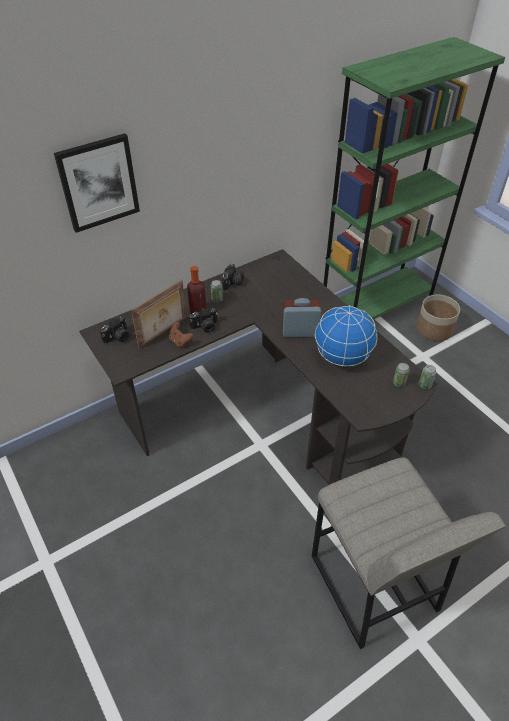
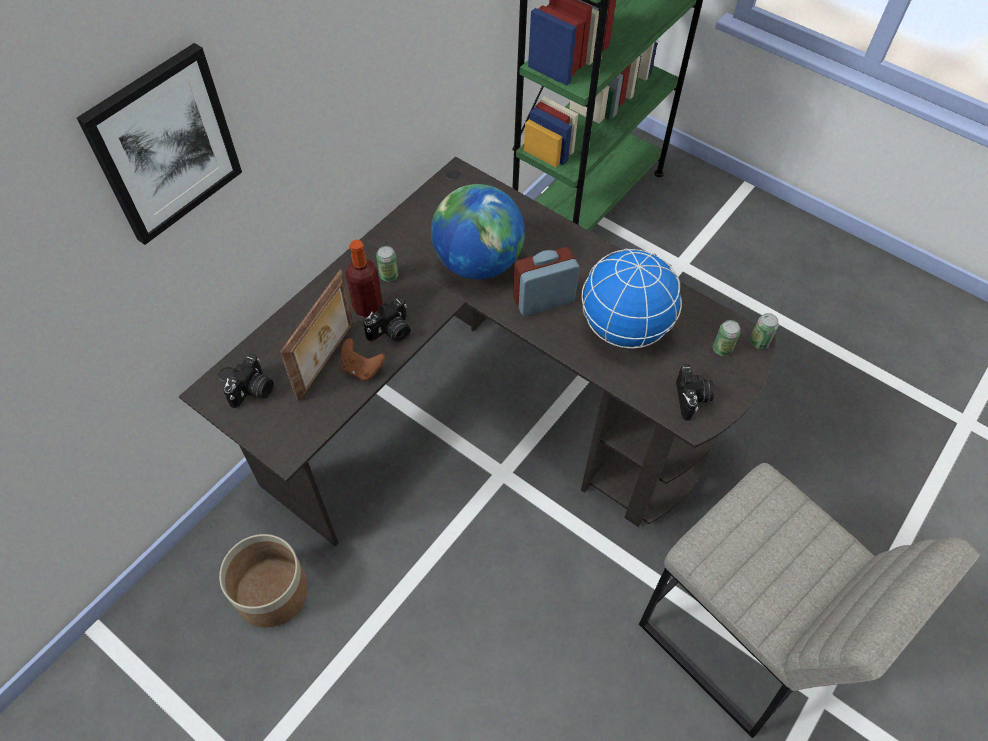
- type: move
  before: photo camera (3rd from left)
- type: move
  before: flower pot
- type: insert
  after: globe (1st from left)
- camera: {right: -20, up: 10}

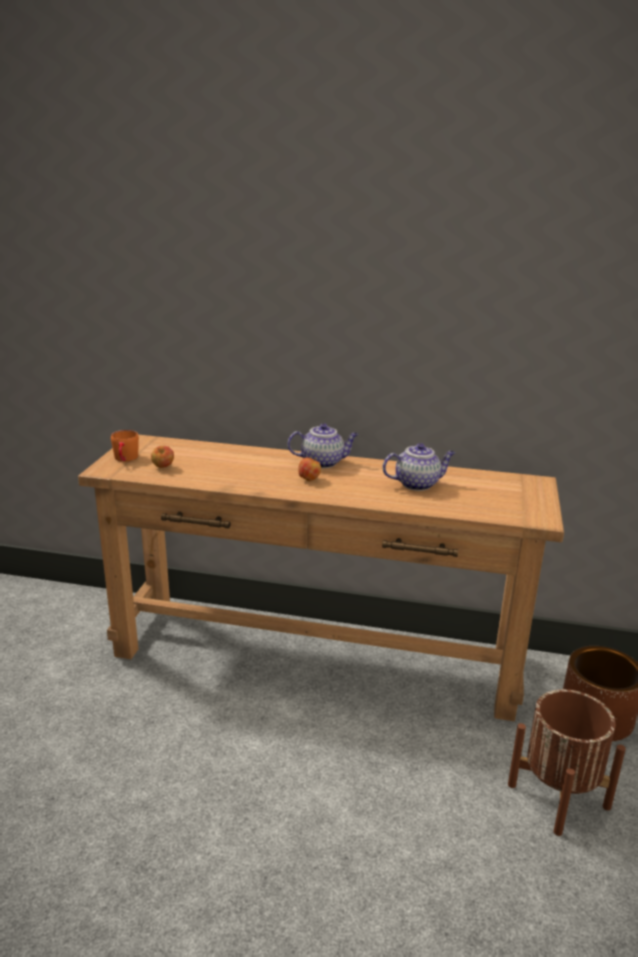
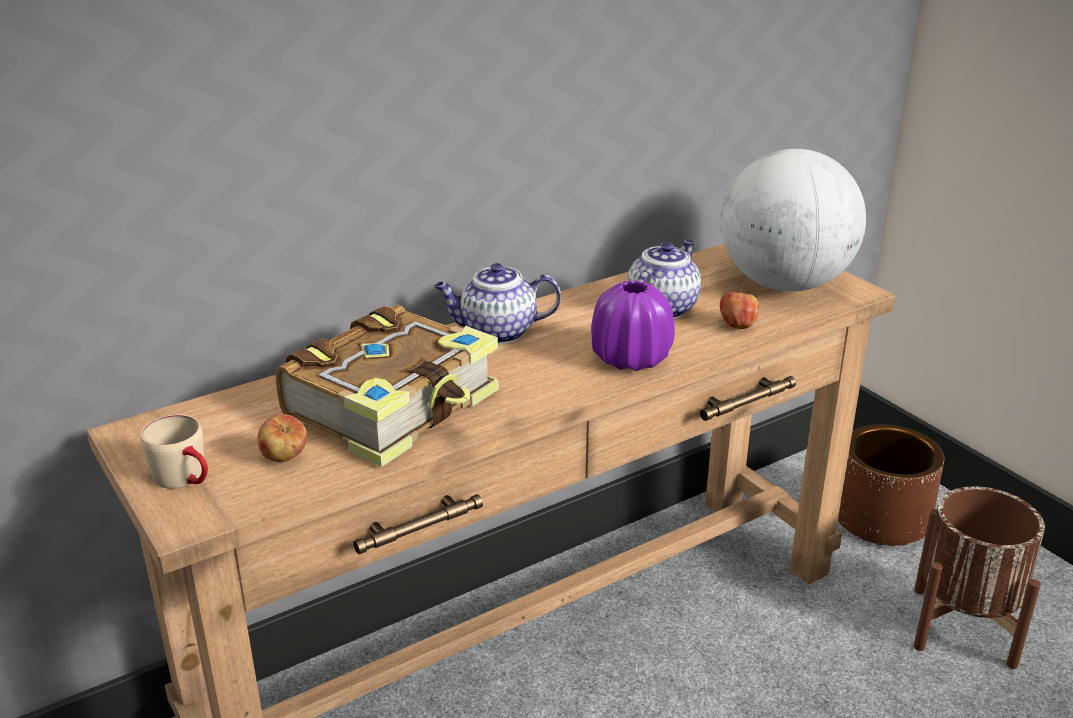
- type: rotate
  before: tea pot (1st from left)
  turn: -135
- type: recolor
  before: orangey coffee mug
  after: beige coffee mug
- type: move
  before: apple (2nd from left)
- type: insert
  after: globe
- type: insert
  after: purple vase
- type: insert
  after: bound book
- camera: {right: -45, up: 5}

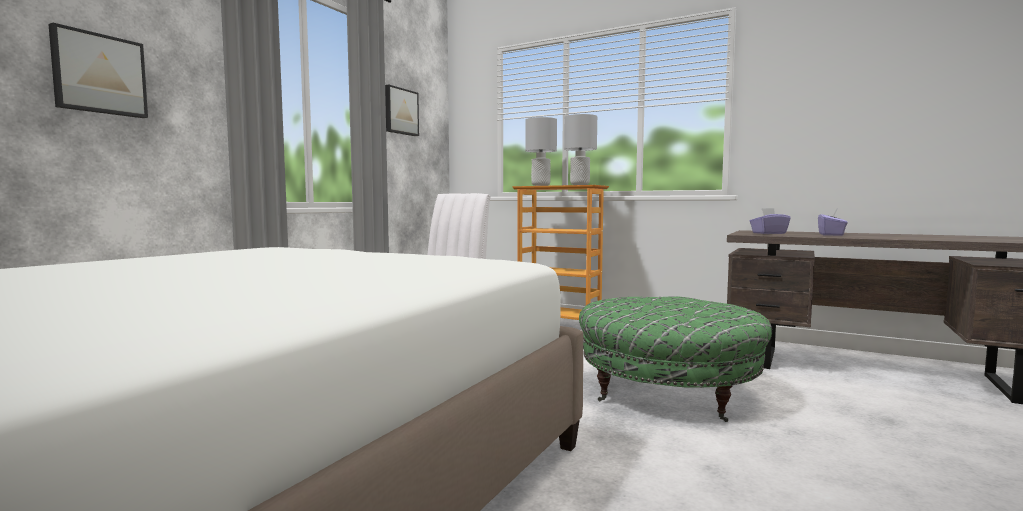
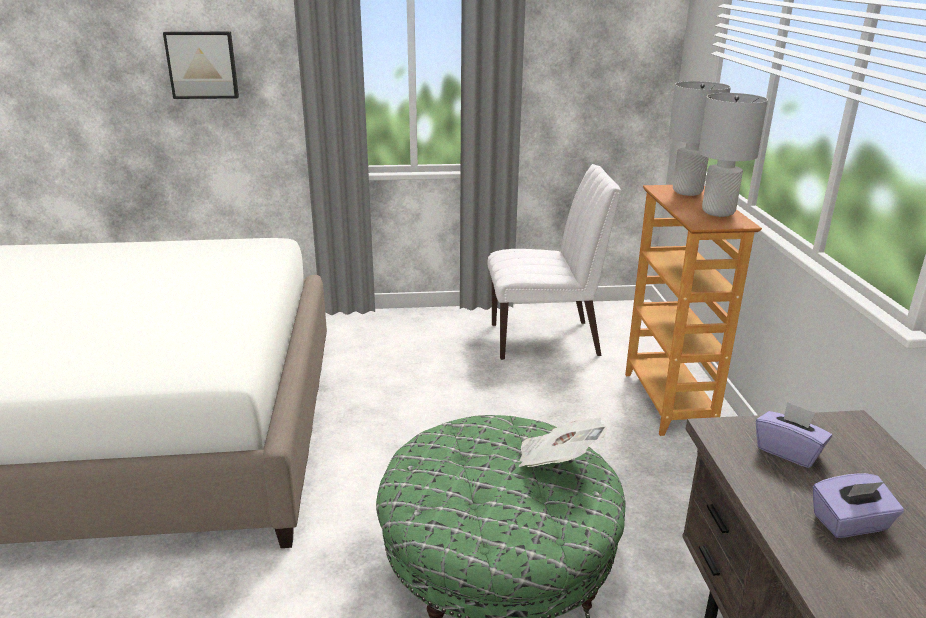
- type: delete
  before: wall picture (2nd from left)
- type: insert
  after: printed paper
- camera: {right: 55, up: 20}

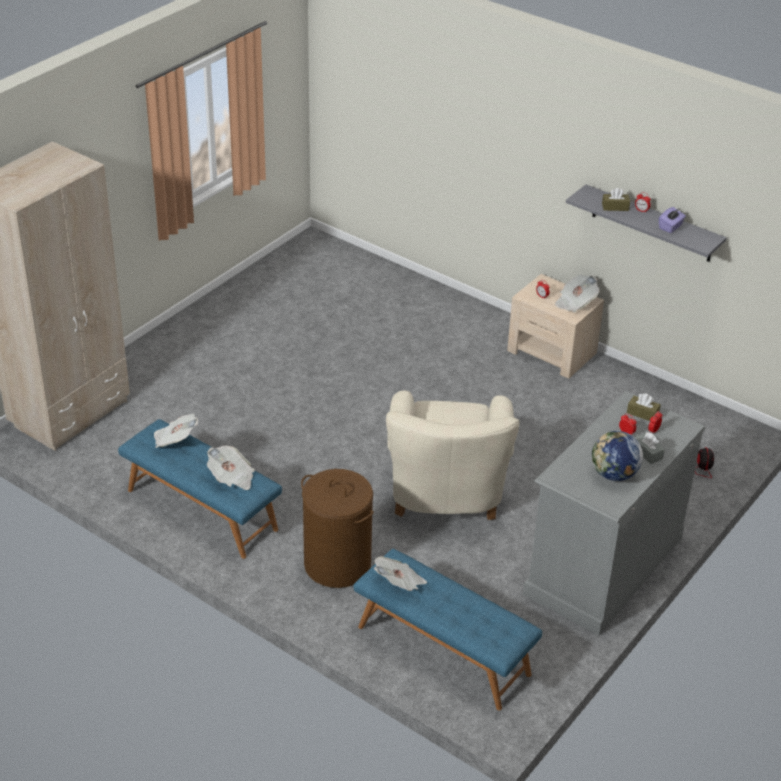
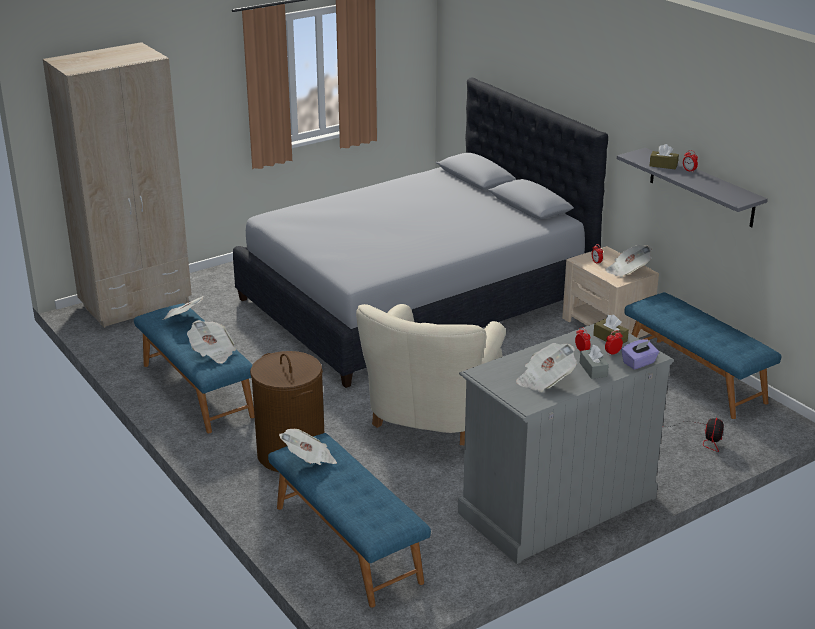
- type: move
  before: purple tissue holder
- type: replace
  before: globe
  after: printed paper (4th from left)
- type: insert
  after: greyish bed
- type: insert
  after: bluish indoor bench (3rd from left)
- camera: {right: 20, up: -10}

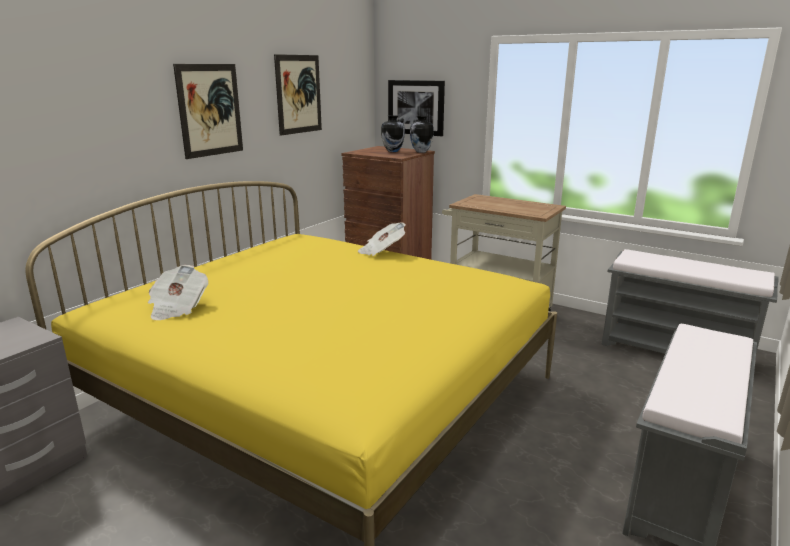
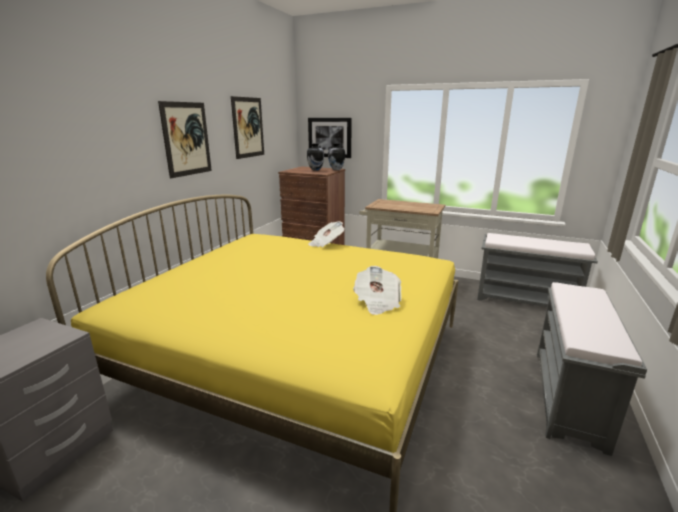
- type: move
  before: printed paper (1st from left in the first image)
  after: printed paper (2nd from left)
- camera: {right: -10, up: 0}

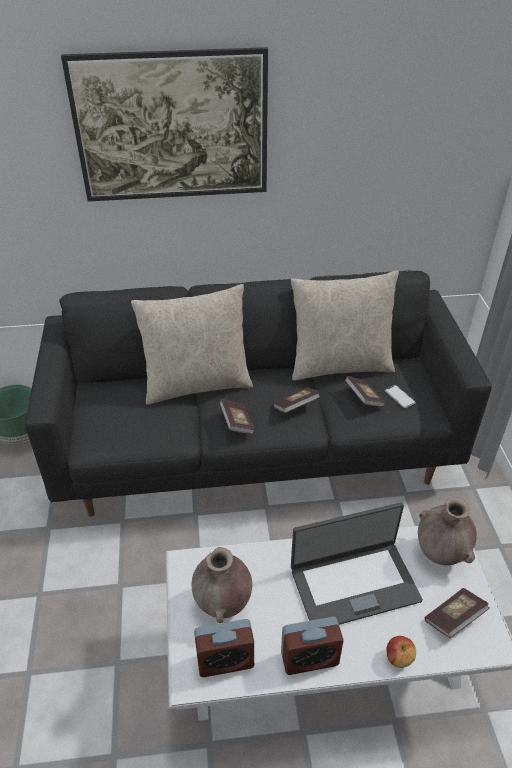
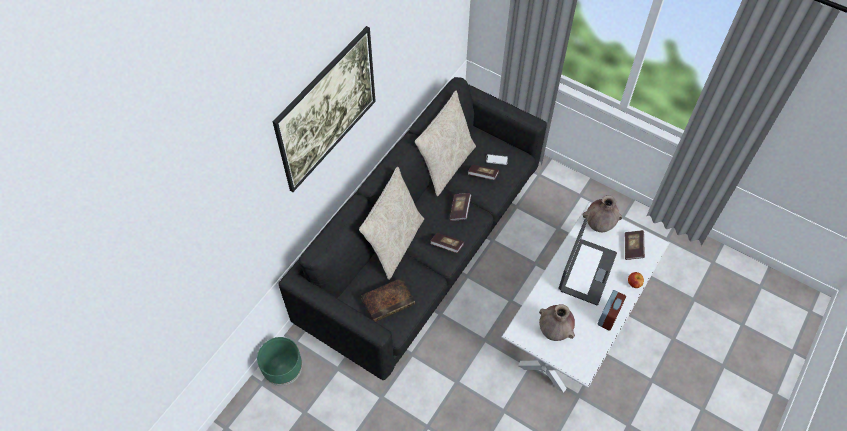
- type: delete
  before: table clock (1st from left)
- type: insert
  after: bound book (1st from left)
- camera: {right: -50, up: 15}

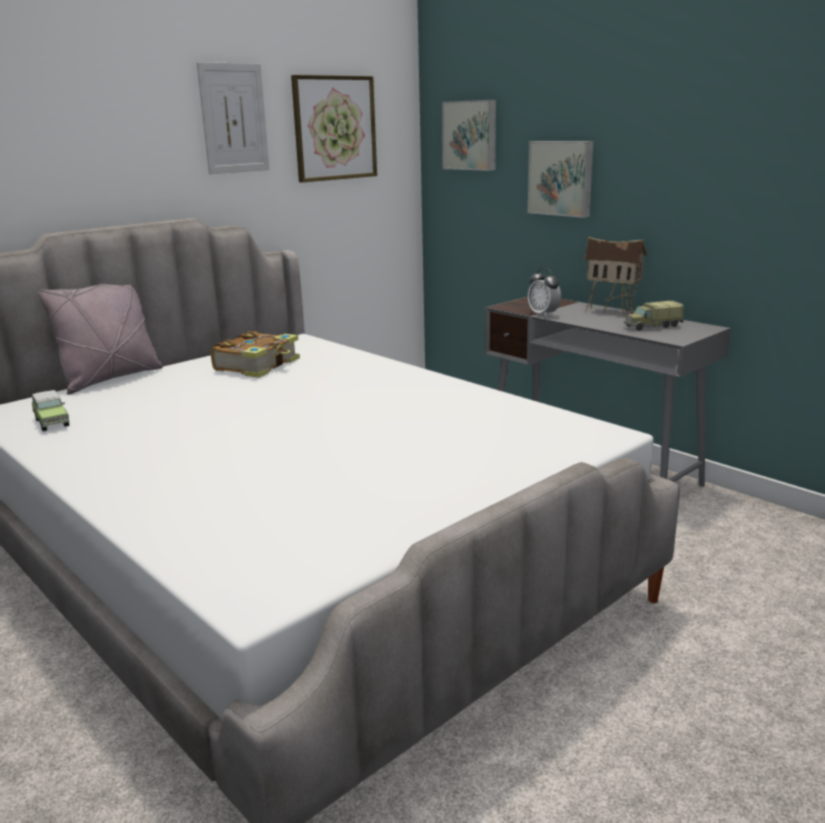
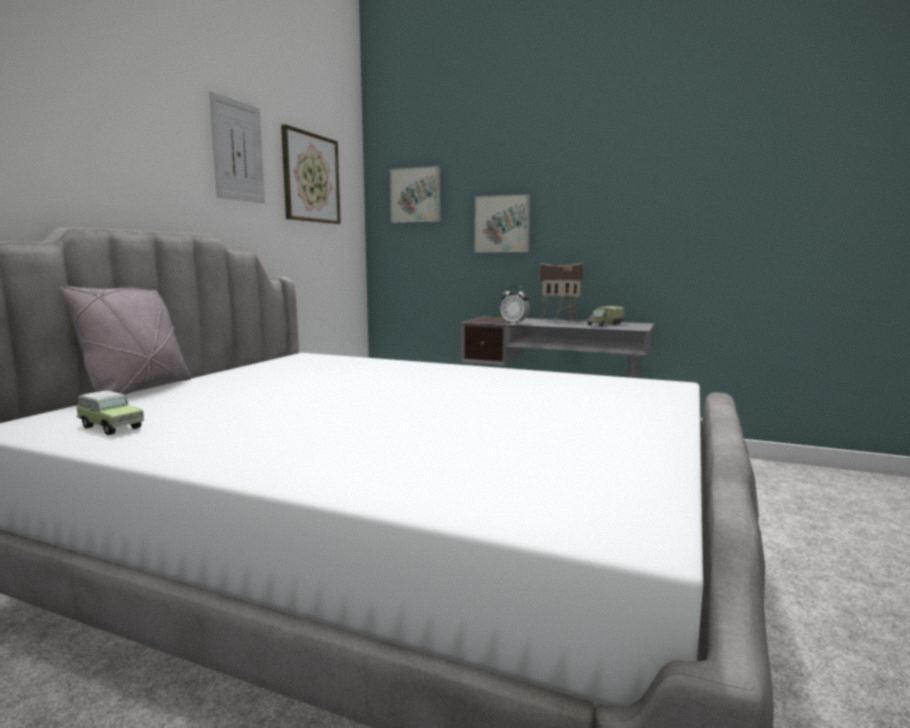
- type: delete
  before: bound book
- camera: {right: -25, up: -10}

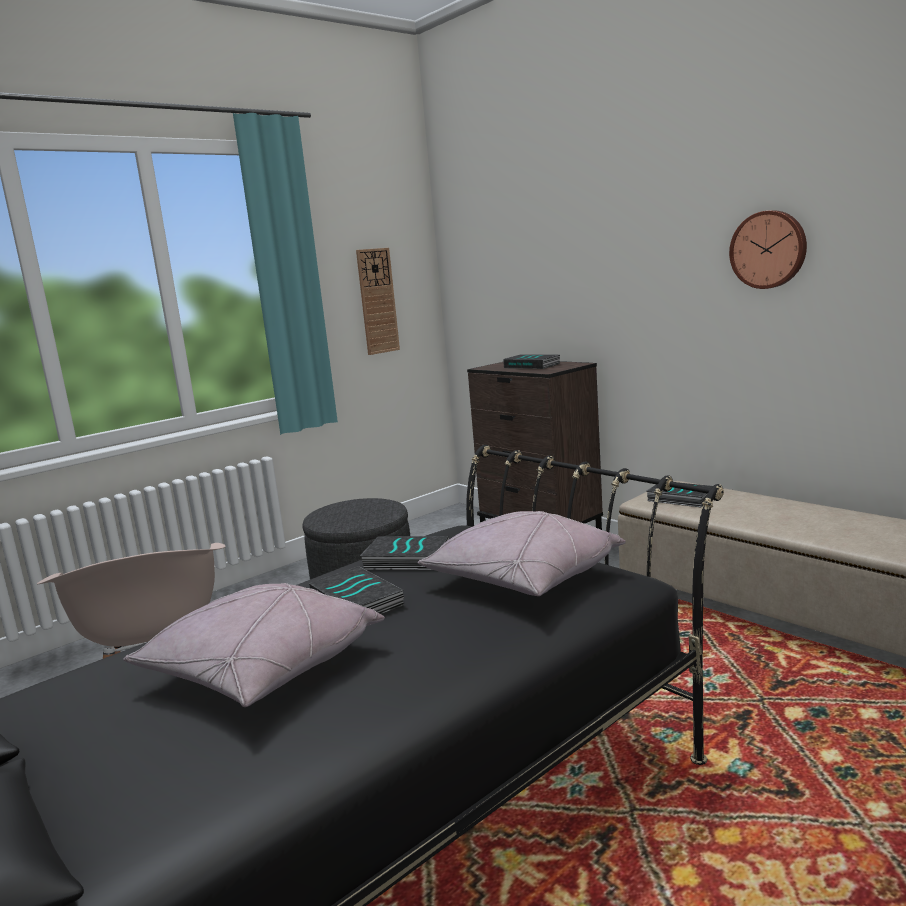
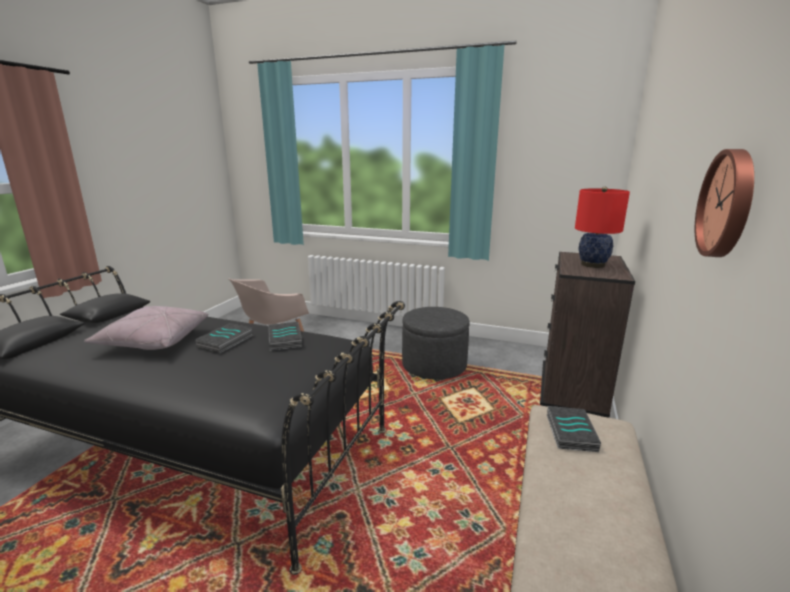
- type: delete
  before: wall clock (1st from left)
- type: replace
  before: bound book (3rd from left)
  after: red tabletop lamp
- type: delete
  before: purple pillow (2nd from left)
- camera: {right: 60, up: 5}

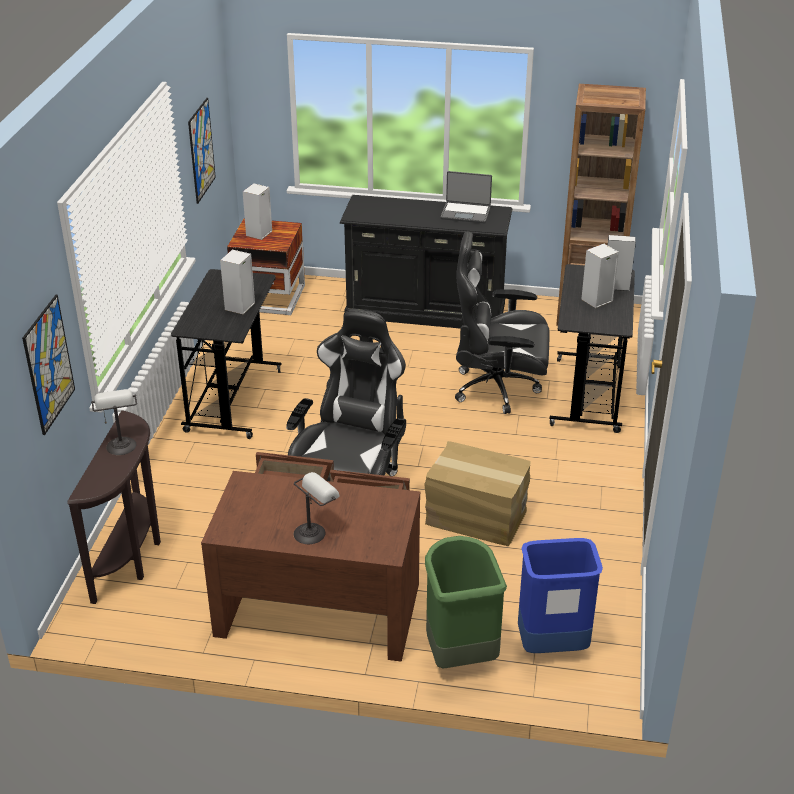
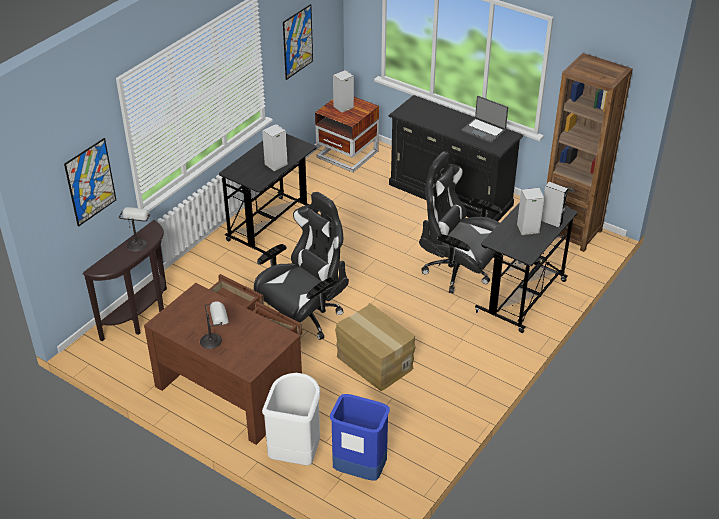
- type: recolor
  before: green trash can
  after: white-coloured trash can
- camera: {right: 25, up: 5}

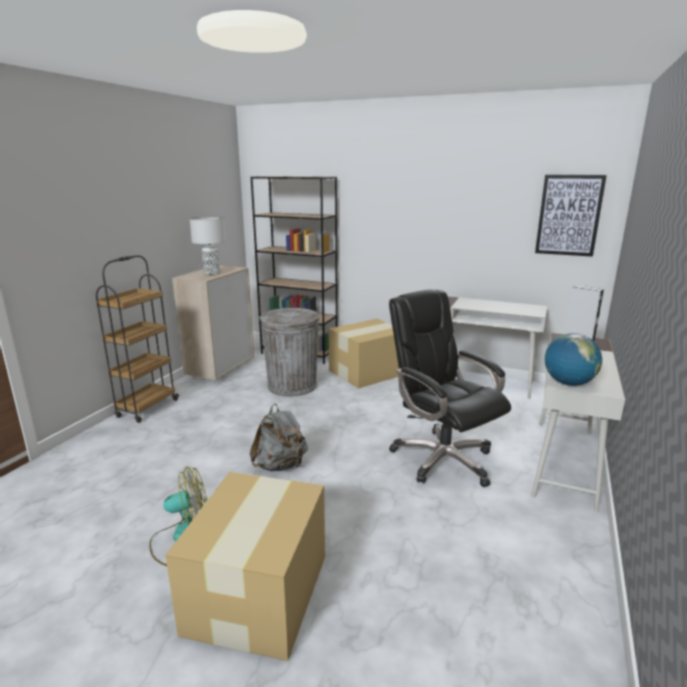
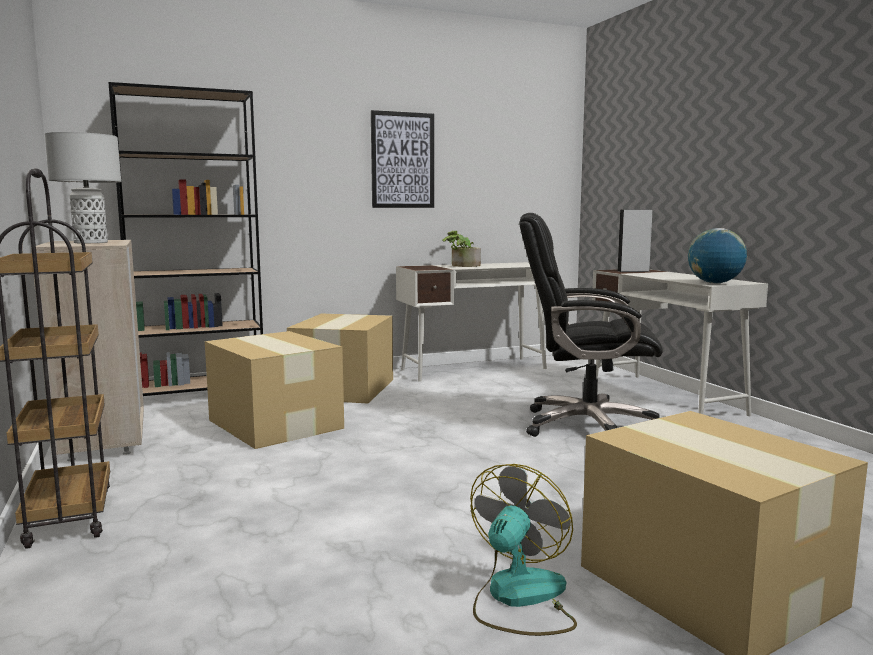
- type: move
  before: wall picture
- type: replace
  before: greyish trash can
  after: carton (1st from left)
- type: delete
  before: greyish knapsack
- type: insert
  after: potted plant
- camera: {right: -45, up: -10}

